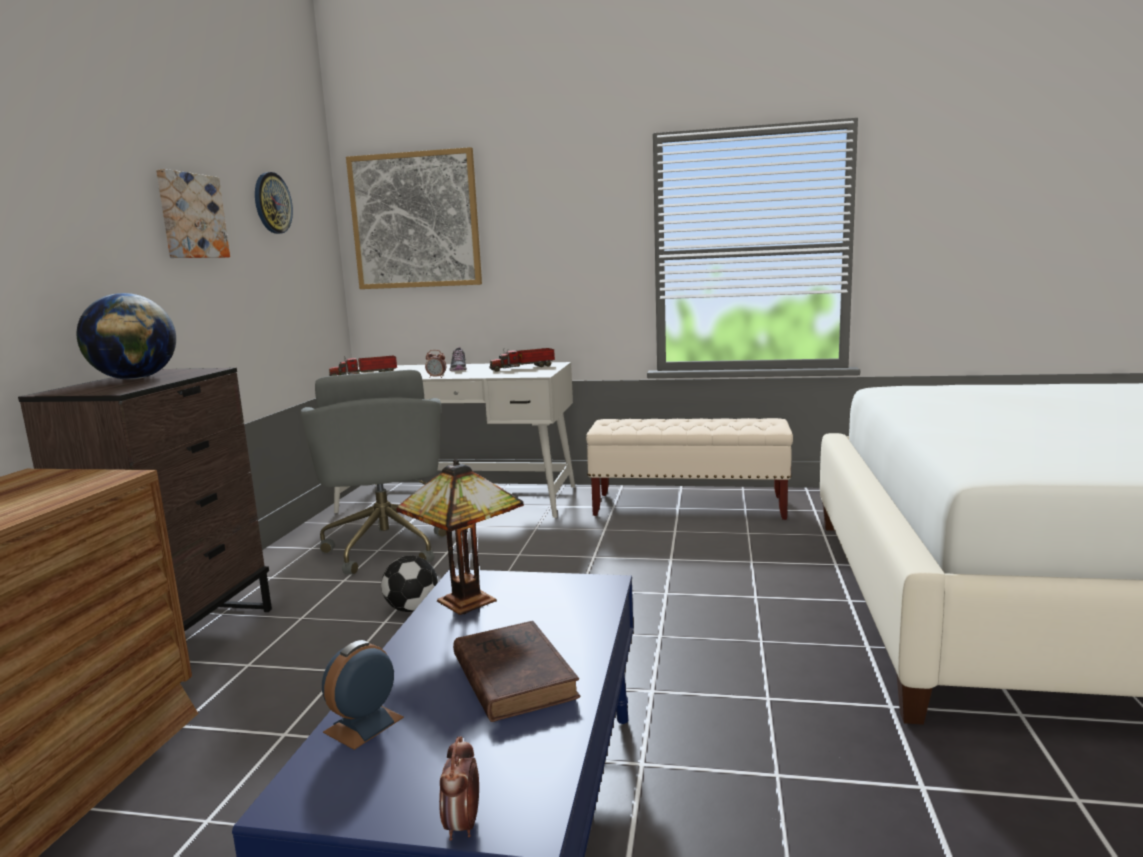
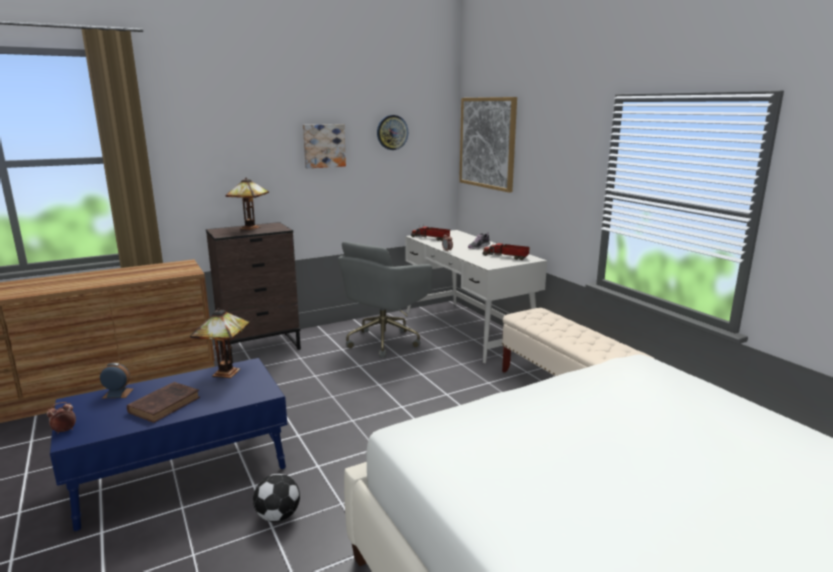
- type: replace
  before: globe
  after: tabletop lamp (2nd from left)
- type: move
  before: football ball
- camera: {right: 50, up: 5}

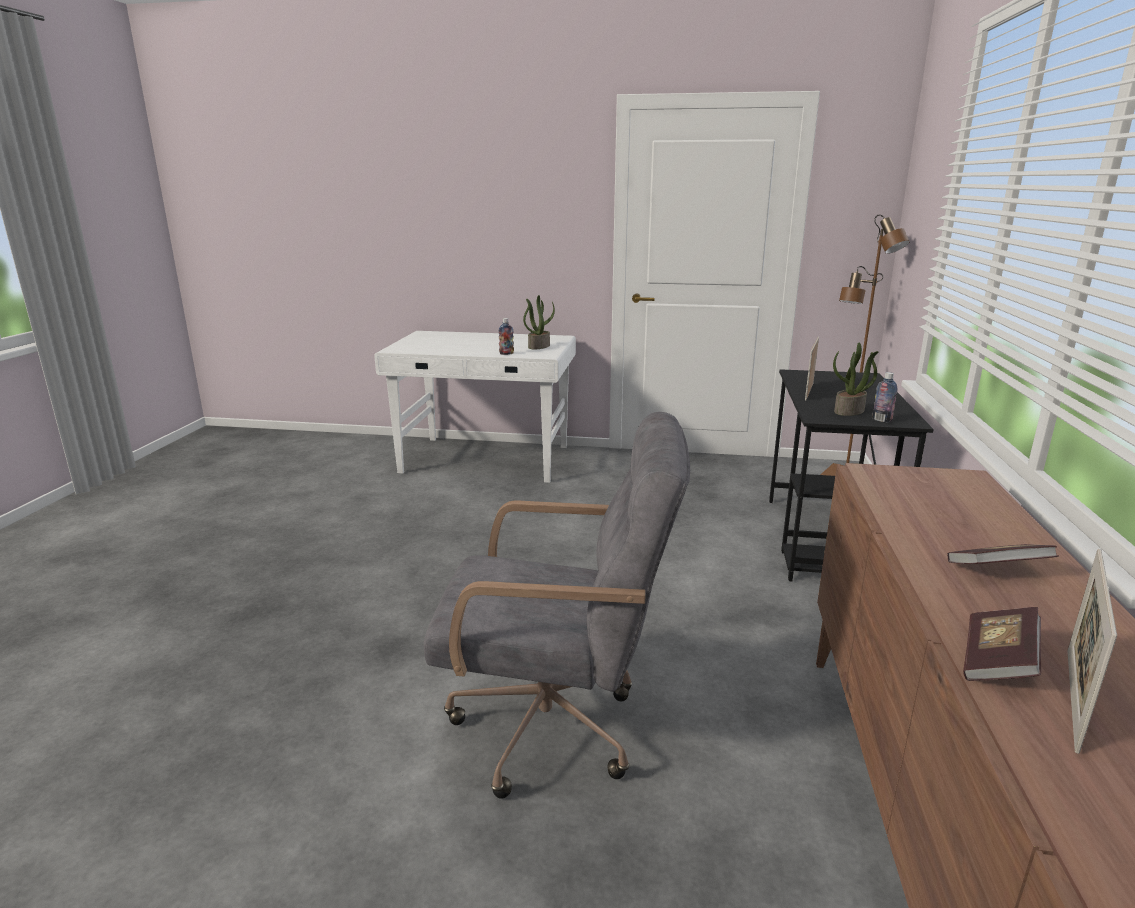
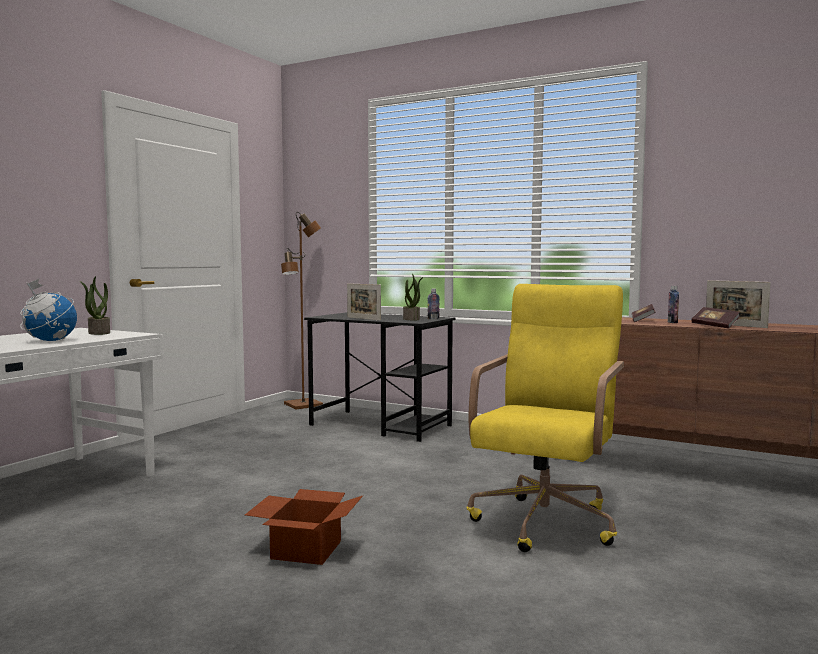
- type: move
  before: beverage bottle (1st from left in the first image)
  after: beverage bottle (2nd from left)
- type: recolor
  before: greyish desk chair
  after: yellowish desk chair
- type: insert
  after: globe
- type: insert
  after: carton
- camera: {right: -70, up: -15}

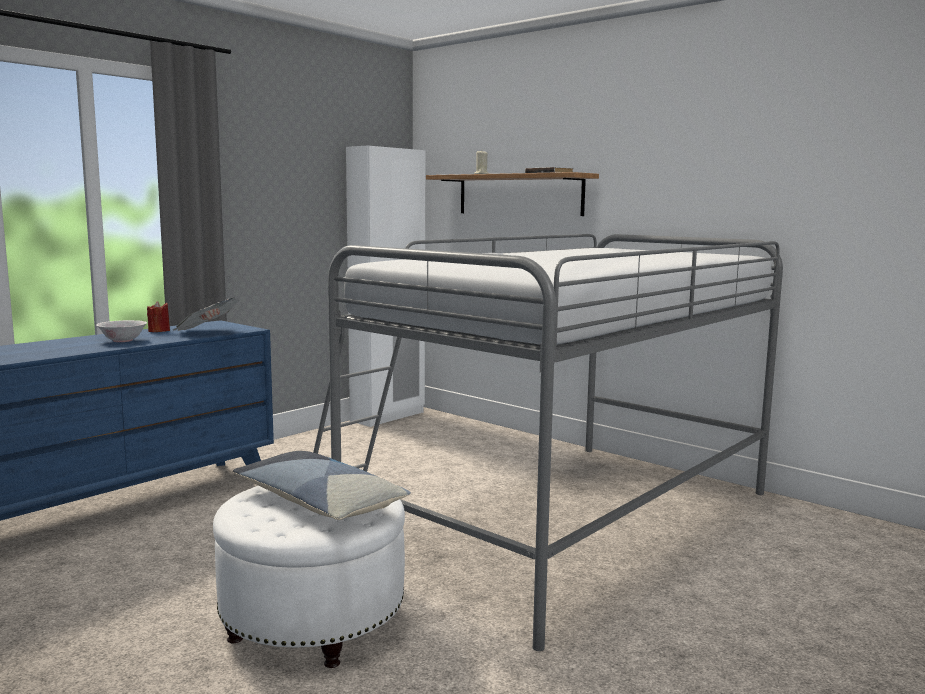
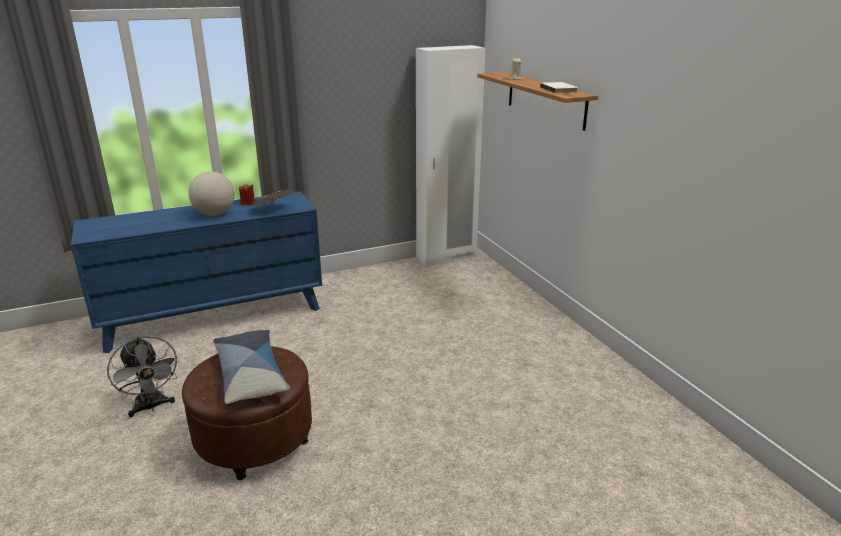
- type: delete
  before: greyish bed
- type: replace
  before: white-coloured serving bowl
  after: globe
- type: recolor
  before: white-coloured pouffe
  after: brownish pouffe
- type: insert
  after: greyish cooling fan
- camera: {right: 25, up: 15}

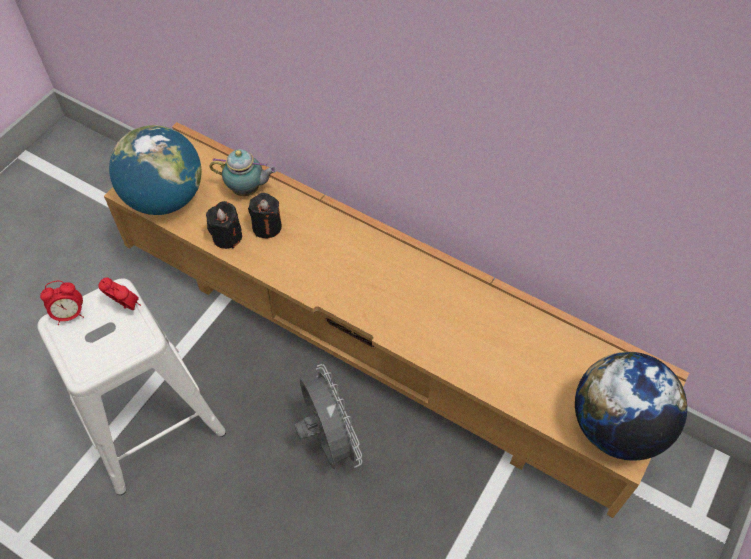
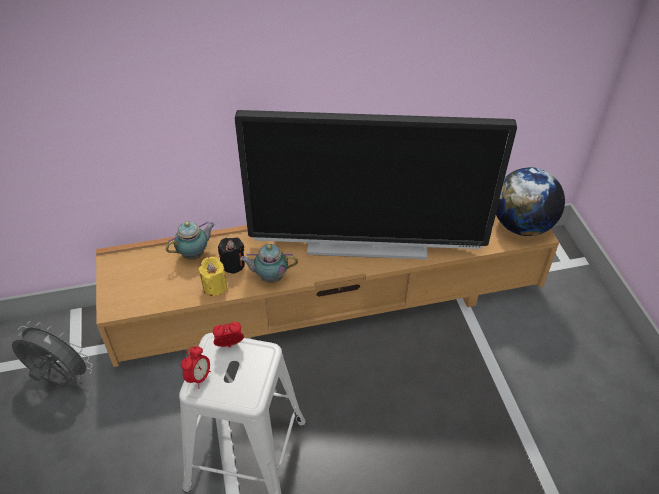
- type: delete
  before: globe (1st from left)
- type: recolor
  before: black-coloured wax candle (1st from left)
  after: yellowish wax candle
- type: move
  before: greyish cooling fan
- type: insert
  after: TV
- type: insert
  after: tea pot (2nd from left)
- camera: {right: -45, up: -10}

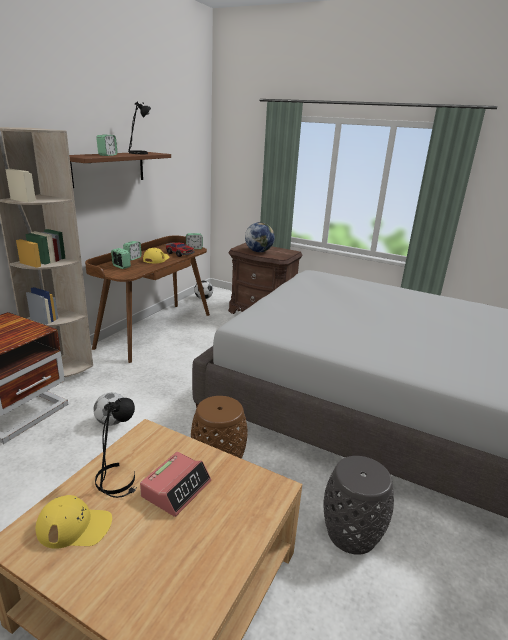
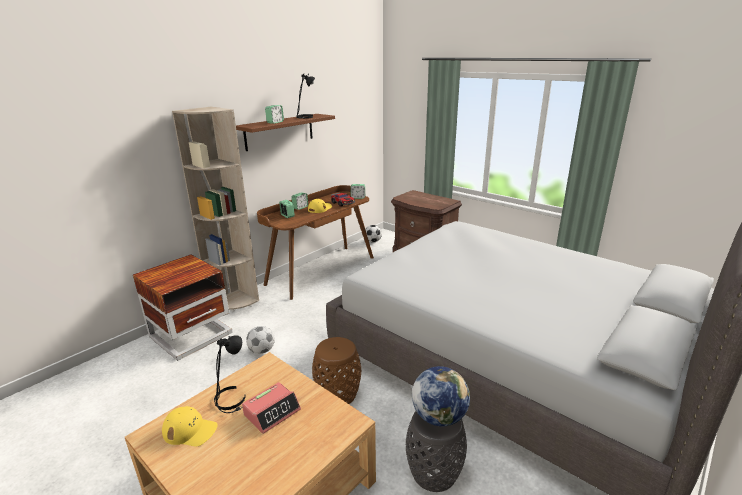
- type: move
  before: globe
- camera: {right: 15, up: 0}

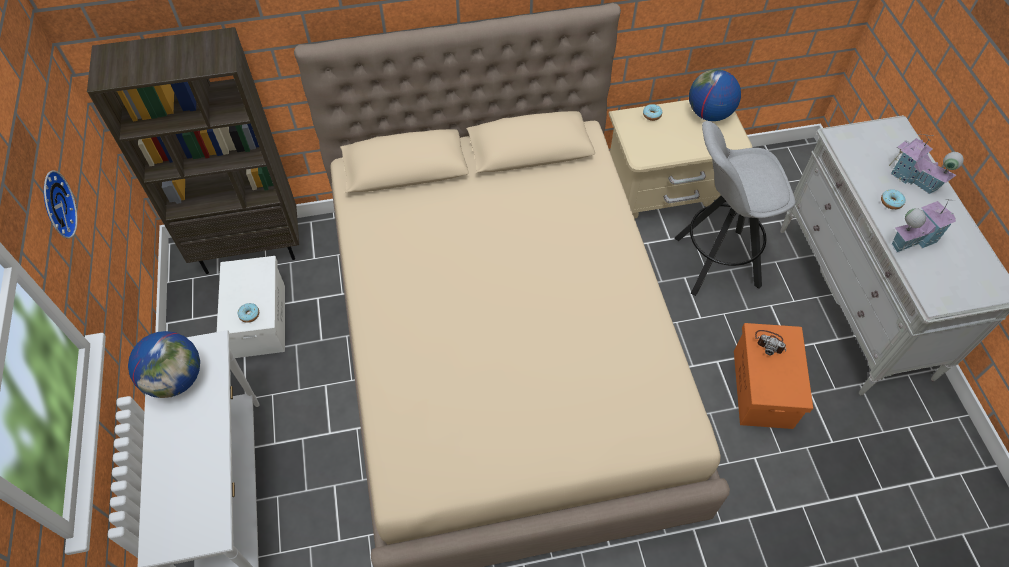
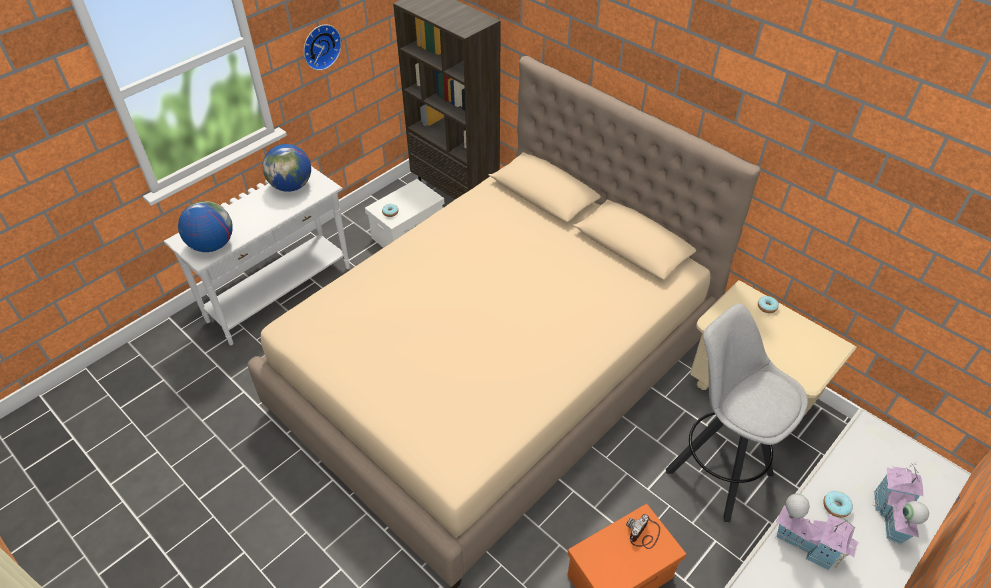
- type: move
  before: globe (2nd from left in the first image)
  after: globe (1st from left)
- type: rotate
  before: photo camera
  turn: 45
- camera: {right: 55, up: -10}

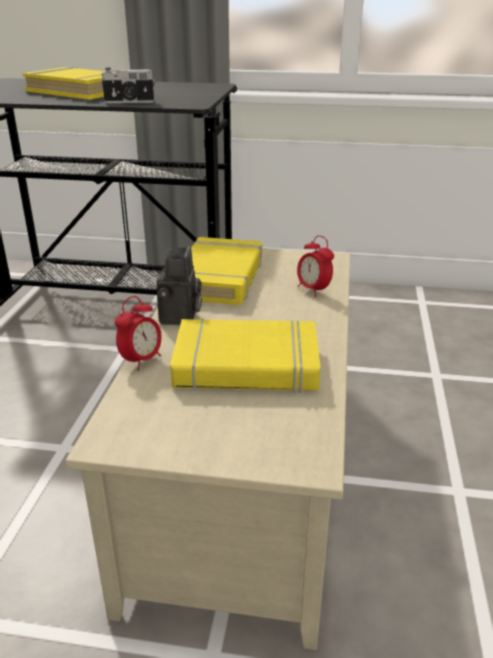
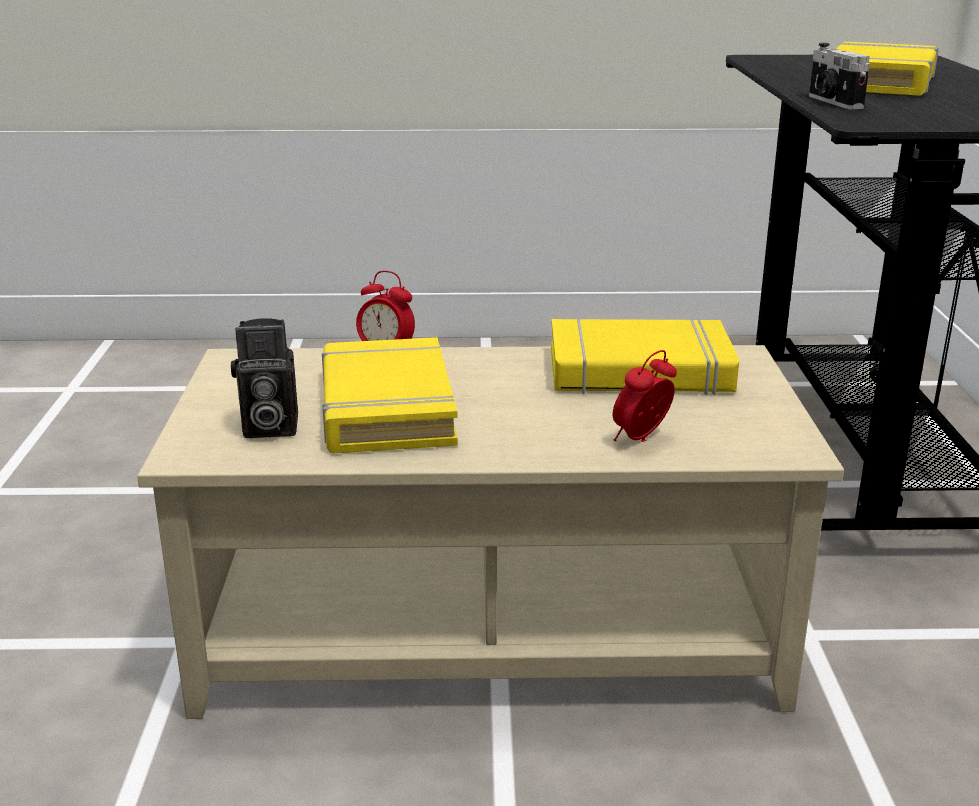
- type: move
  before: photo camera (2nd from left in the first image)
  after: photo camera (1st from left)
- camera: {right: 80, up: -5}

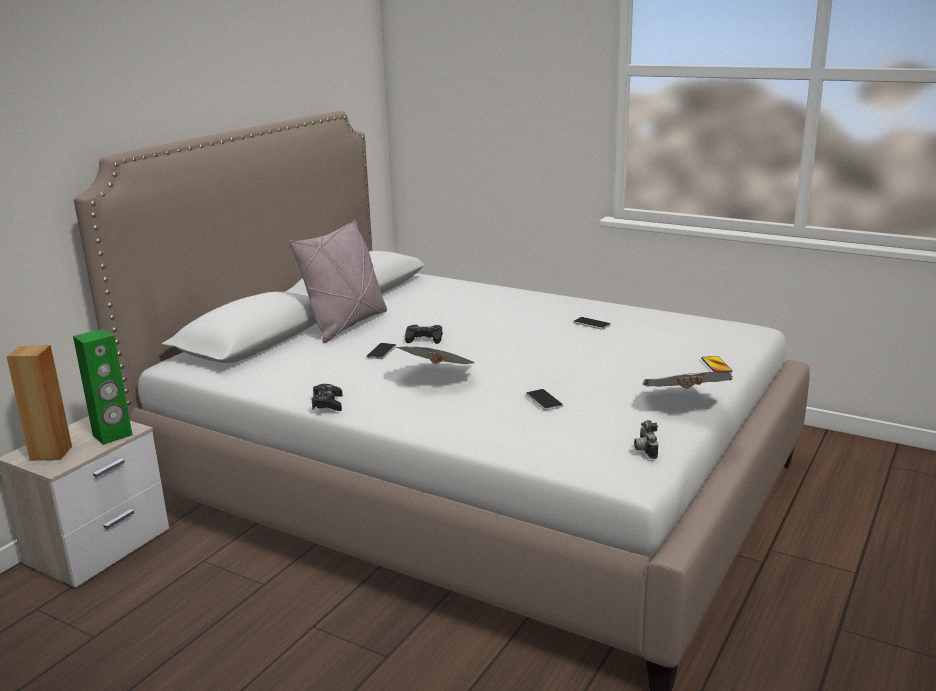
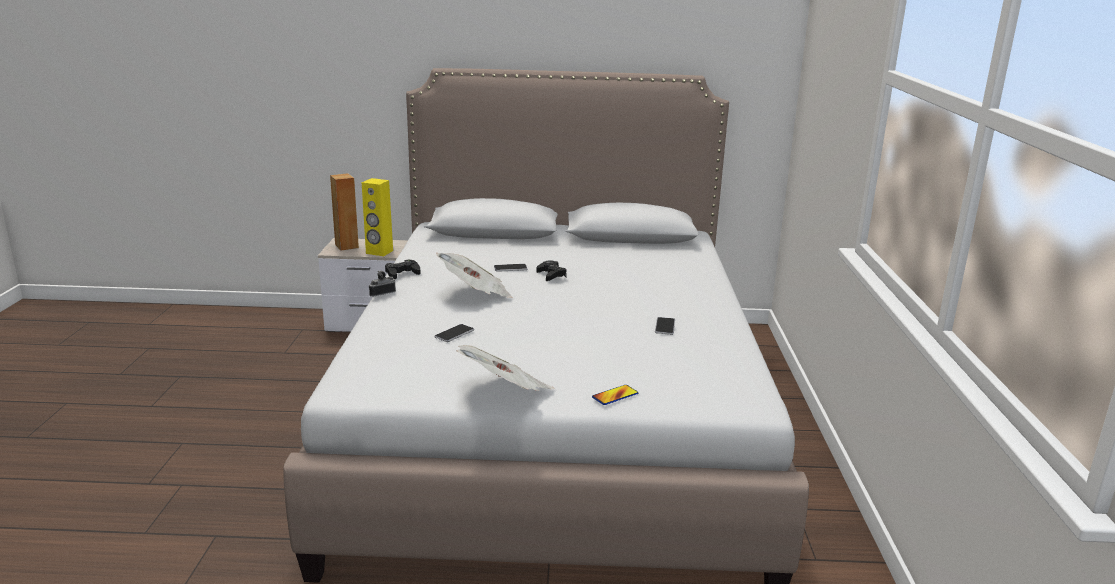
- type: delete
  before: purple pillow
- type: recolor
  before: green speaker
  after: yellowish speaker
- type: move
  before: photo camera
- camera: {right: 60, up: 0}

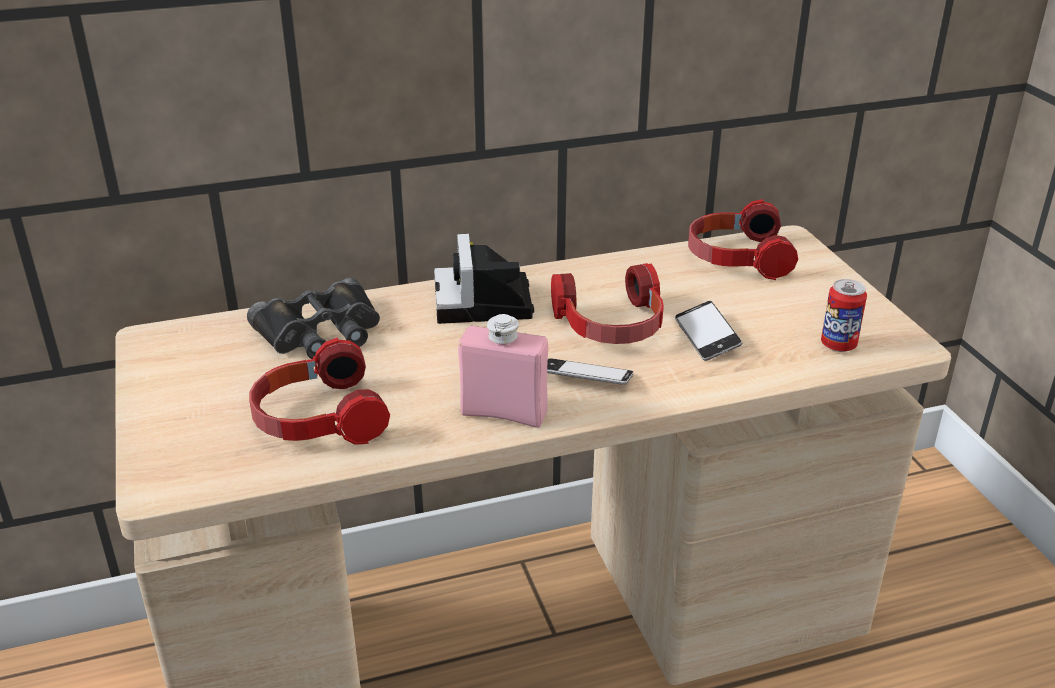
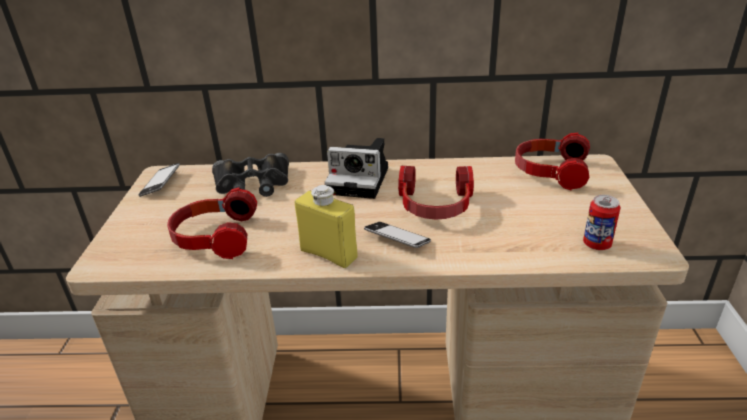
- type: rotate
  before: photo camera
  turn: -90
- type: move
  before: handset (2nd from left in the first image)
  after: handset (1st from left)
- type: recolor
  before: pinkish beverage bottle
  after: yellowish beverage bottle
- camera: {right: 20, up: 0}

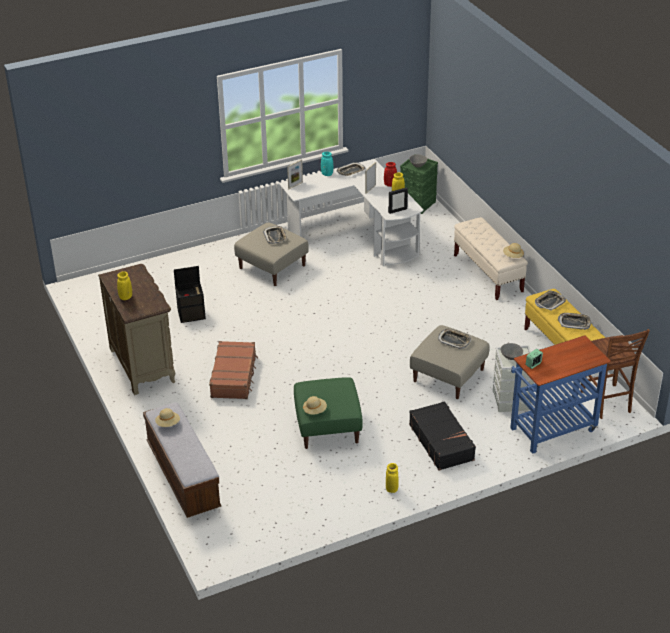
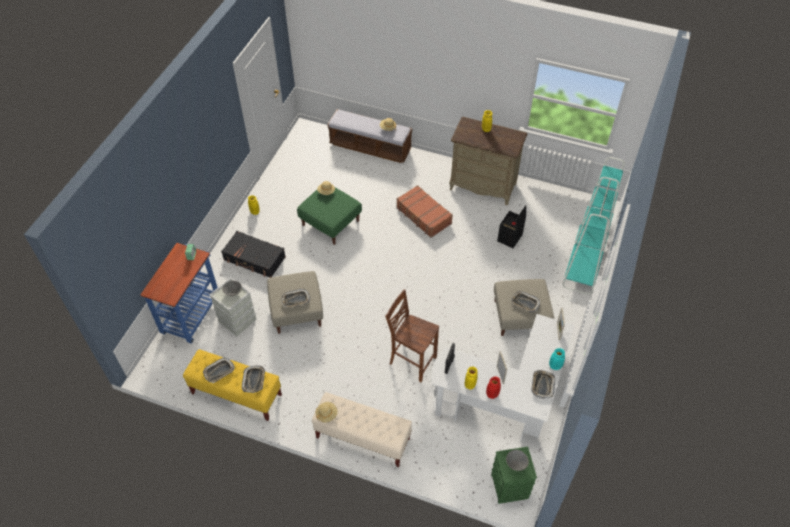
- type: move
  before: brownish plain chair
- type: insert
  after: blue-green clothes rack
- camera: {right: 135, up: 15}

